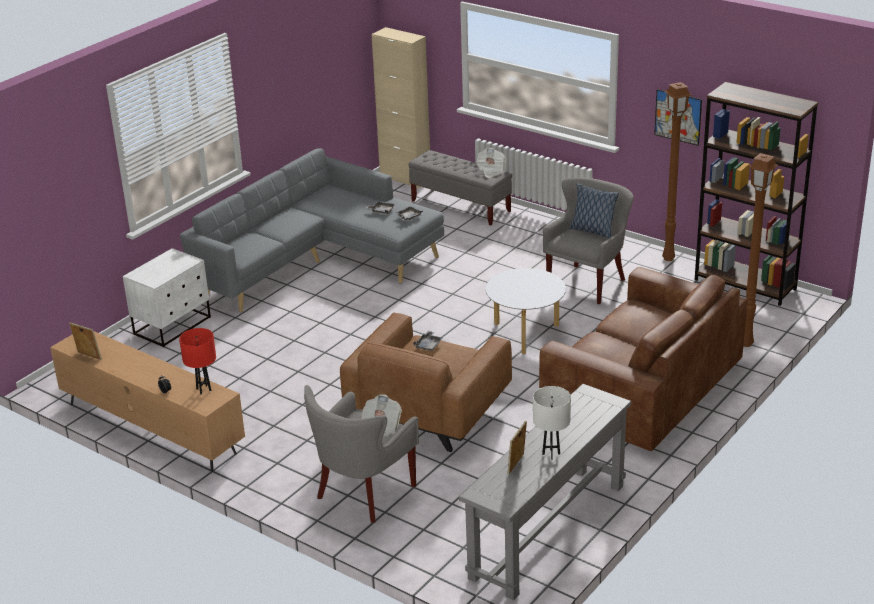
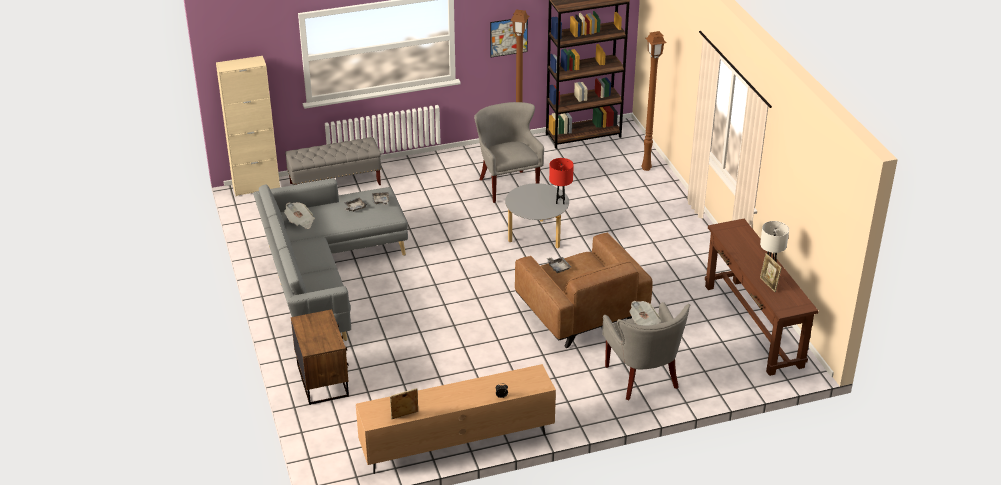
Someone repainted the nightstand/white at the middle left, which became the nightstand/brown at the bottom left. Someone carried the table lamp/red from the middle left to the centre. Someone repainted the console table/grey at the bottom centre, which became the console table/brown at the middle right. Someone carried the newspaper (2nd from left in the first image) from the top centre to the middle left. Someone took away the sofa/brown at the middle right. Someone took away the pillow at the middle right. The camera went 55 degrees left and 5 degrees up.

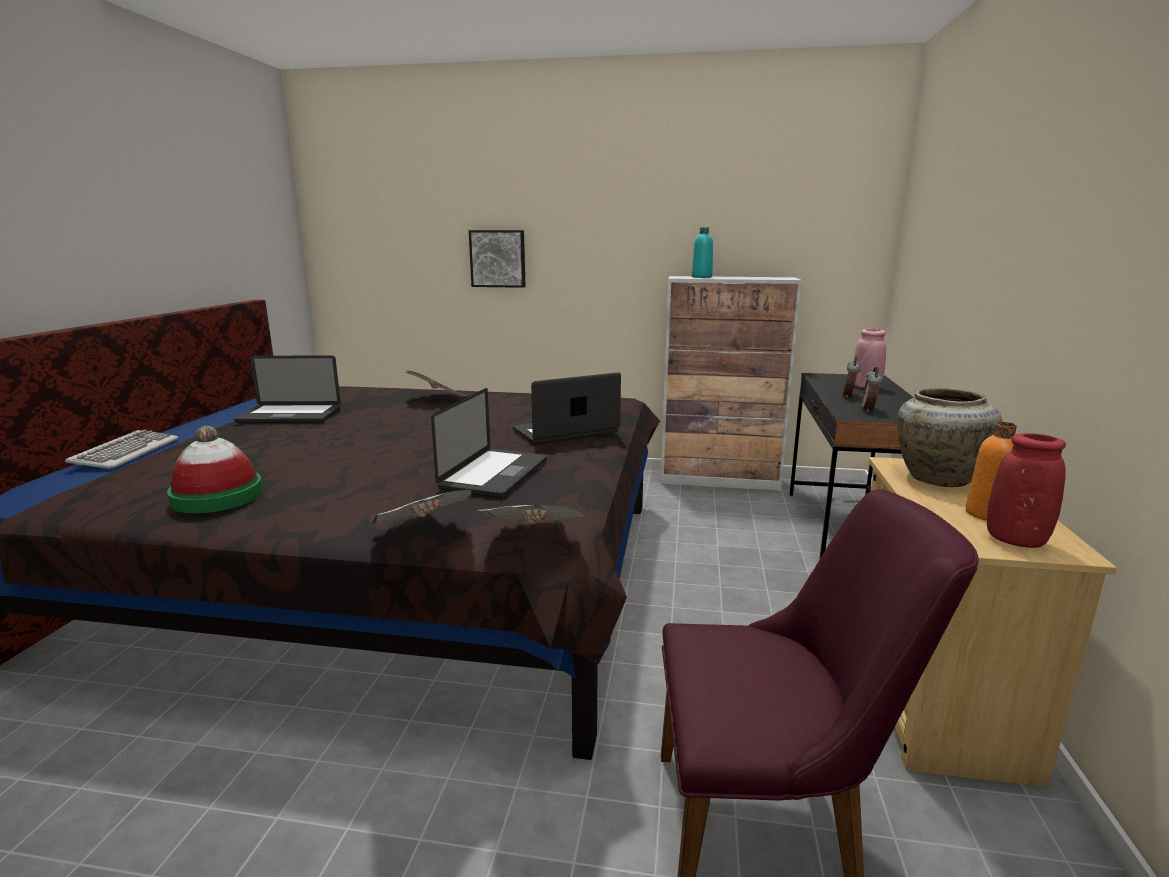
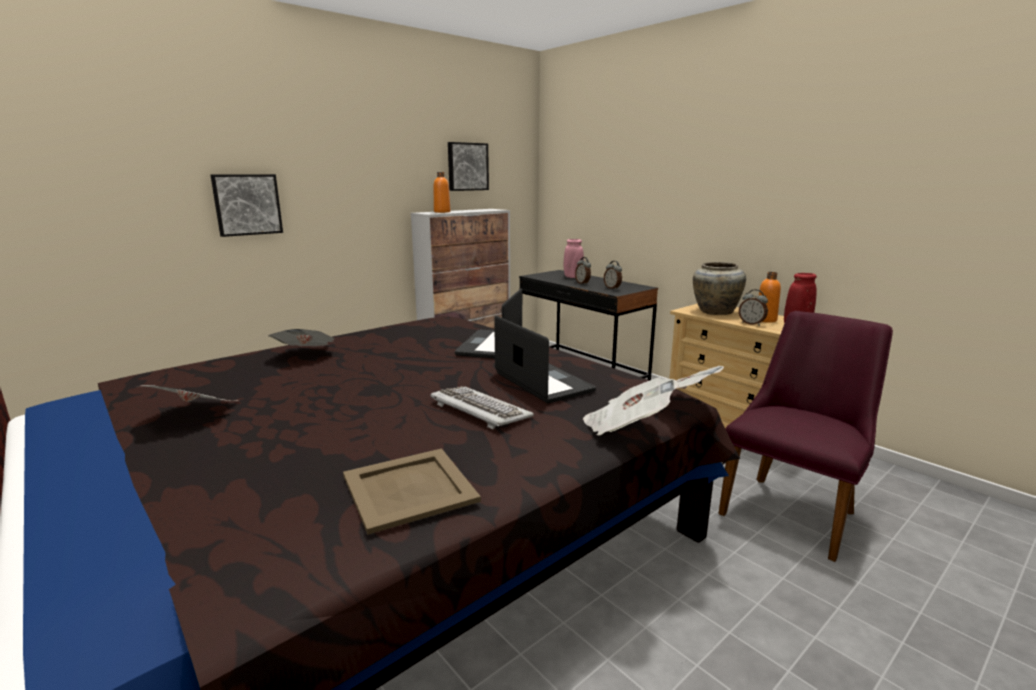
Someone carried the keyboard from the middle left to the centre. Someone swapped the hat at the middle left for the tray/beige at the bottom centre. Someone swapped the laptop (1st from left) at the middle left for the newspaper (1st from left) at the middle left. Someone repainted the bottle/turquoise at the top centre, which became the bottle/orange (1st from left) at the top centre. Someone put up the picture (2nd from left) at the top centre. Someone put down the alarm clock (3rd from left) at the middle right. The camera went 50 degrees left and 0 degrees up.

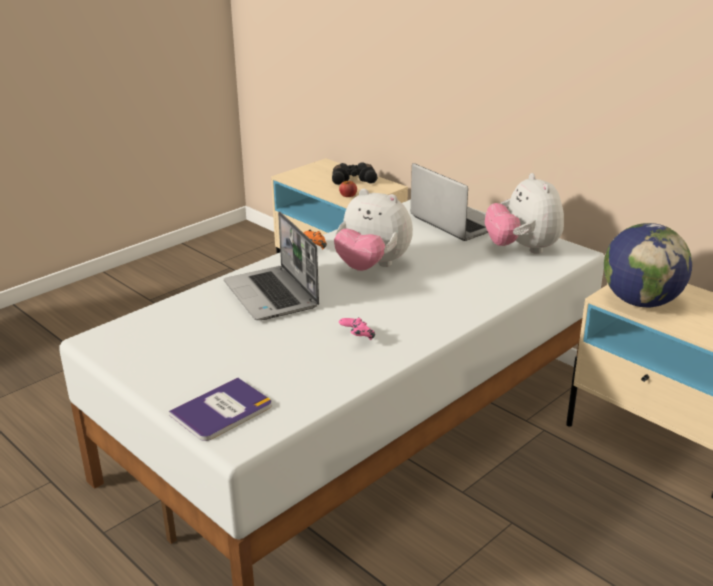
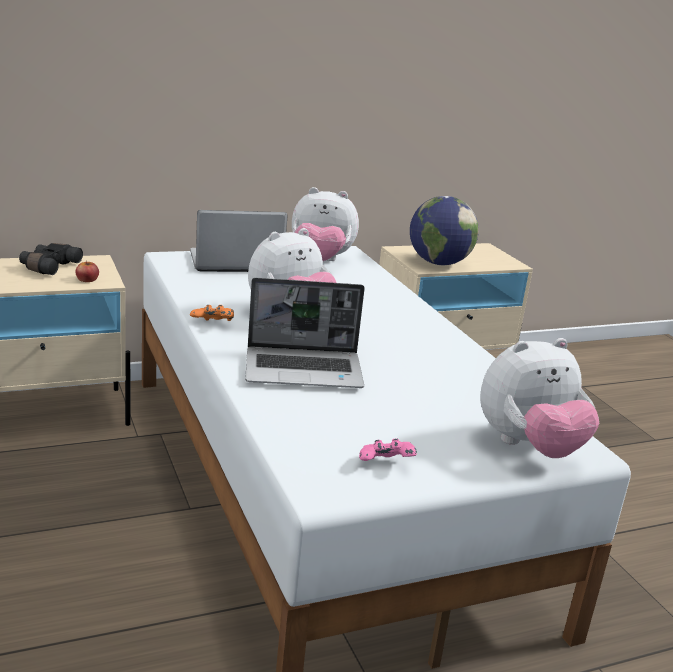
Someone swapped the book at the bottom left for the plush toy (3rd from left) at the middle right. Someone carried the game controller/pink from the centre to the bottom centre. The camera went 70 degrees left and 5 degrees down.

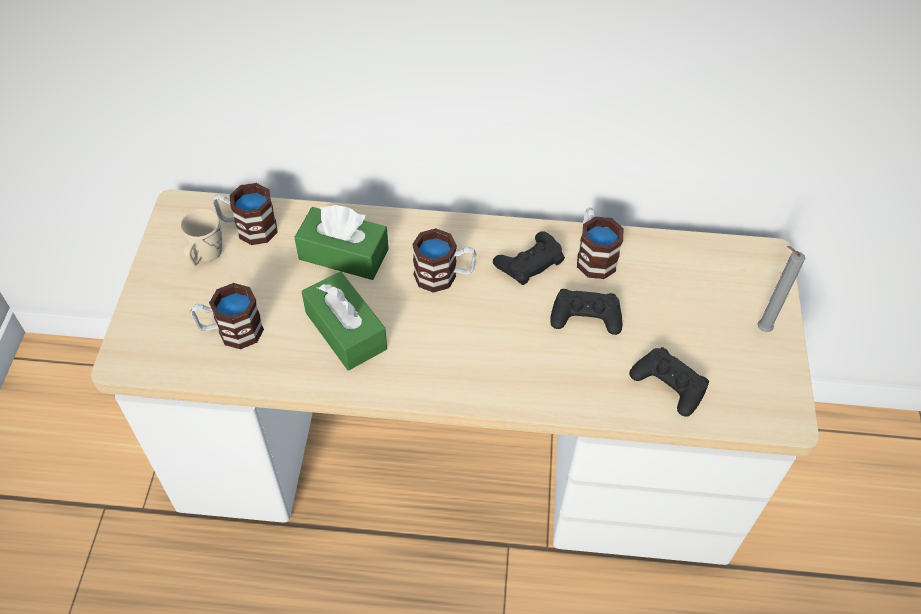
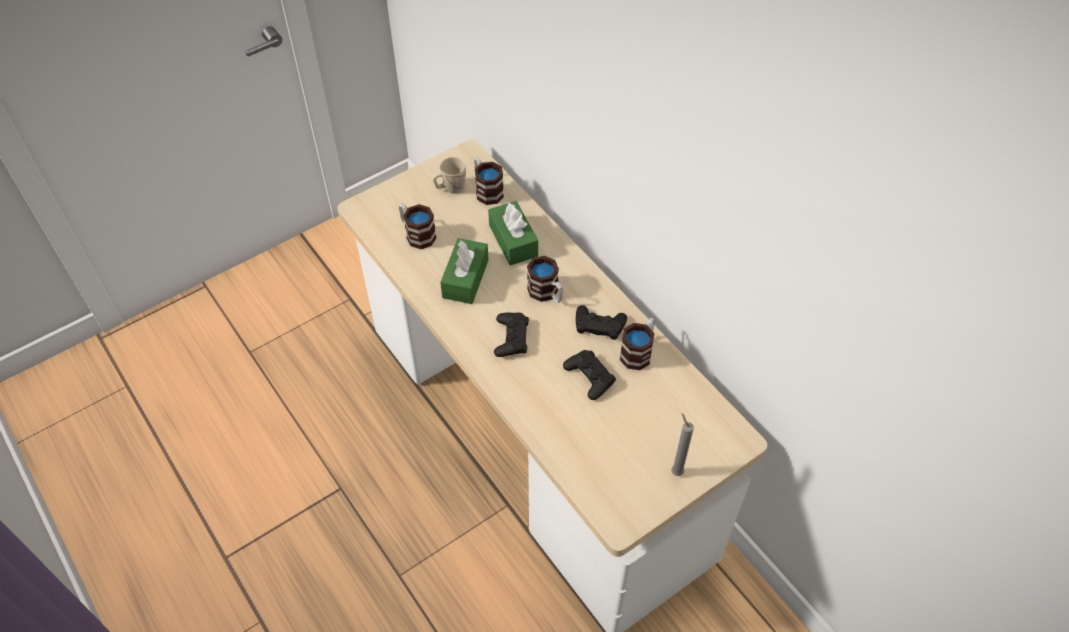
Someone carried the game controller/black (3rd from left in the first image) from the middle right to the centre. The camera went 50 degrees right and 0 degrees up.

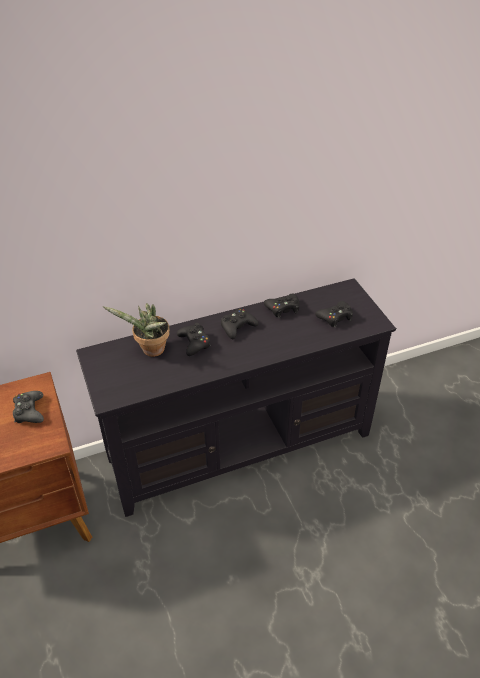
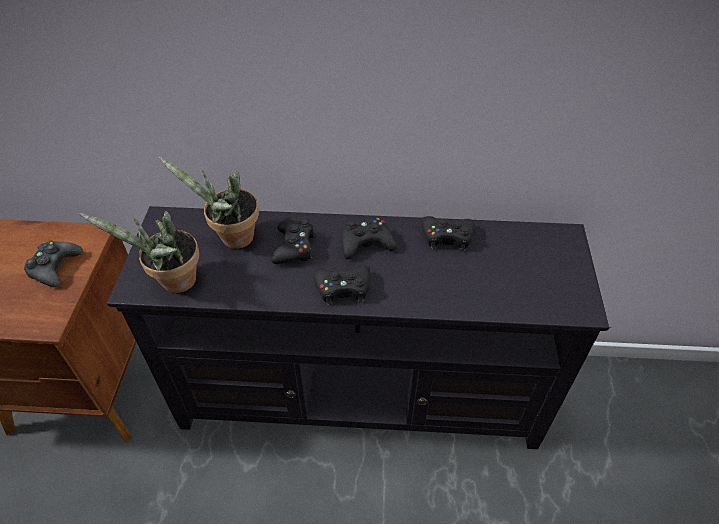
Someone carried the game controller/black (5th from left in the first image) from the middle right to the centre. Someone put down the potted plant (1st from left) at the middle left. The camera went 25 degrees right and 5 degrees up.

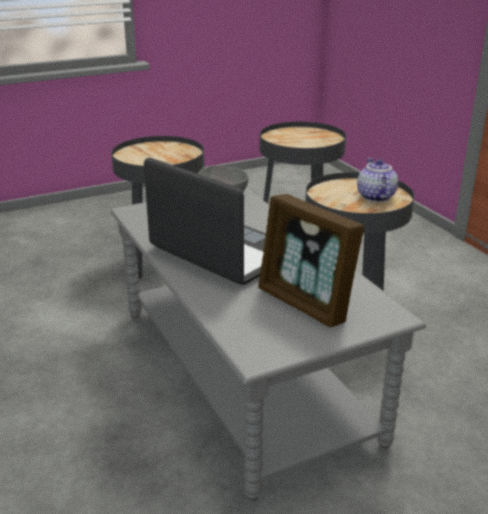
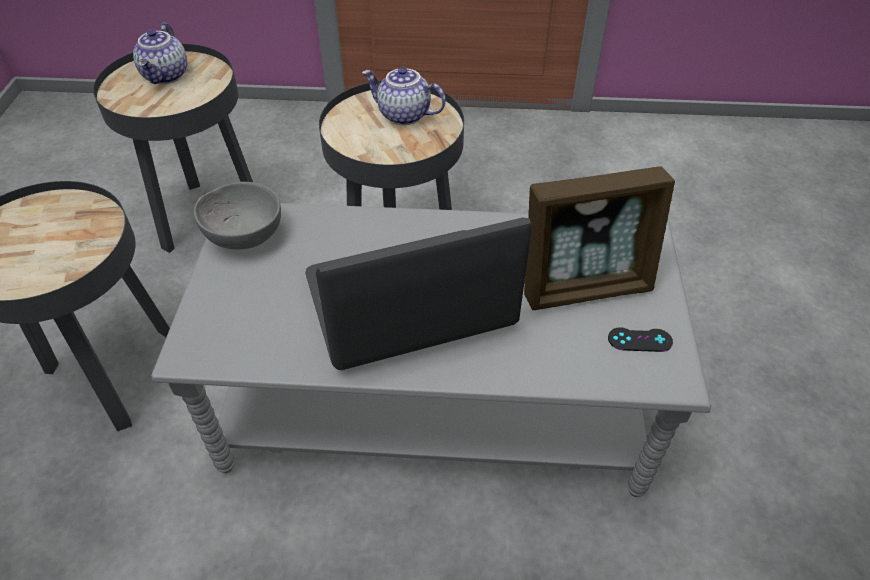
Someone put down the teapot (1st from left) at the top left. Someone put down the game controller/black at the middle right. The camera went 60 degrees left and 20 degrees up.

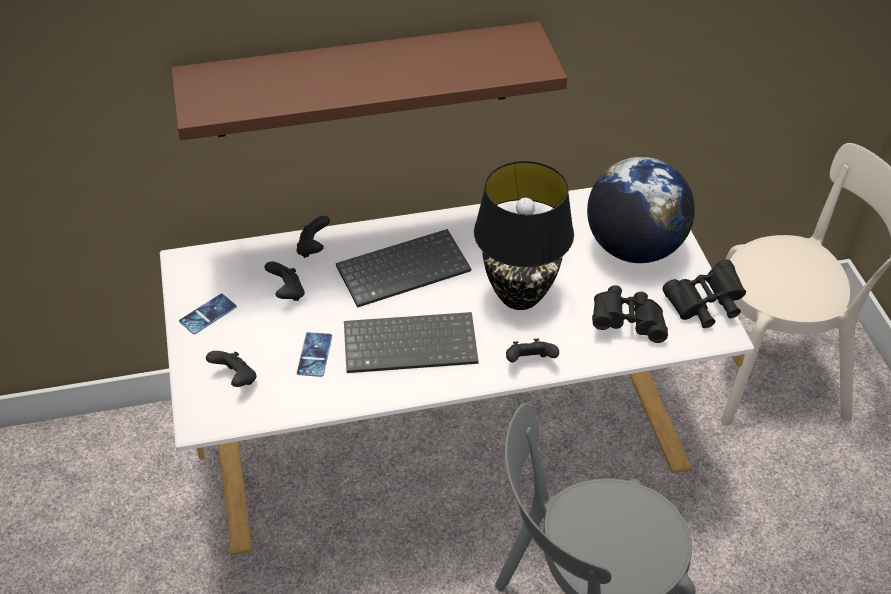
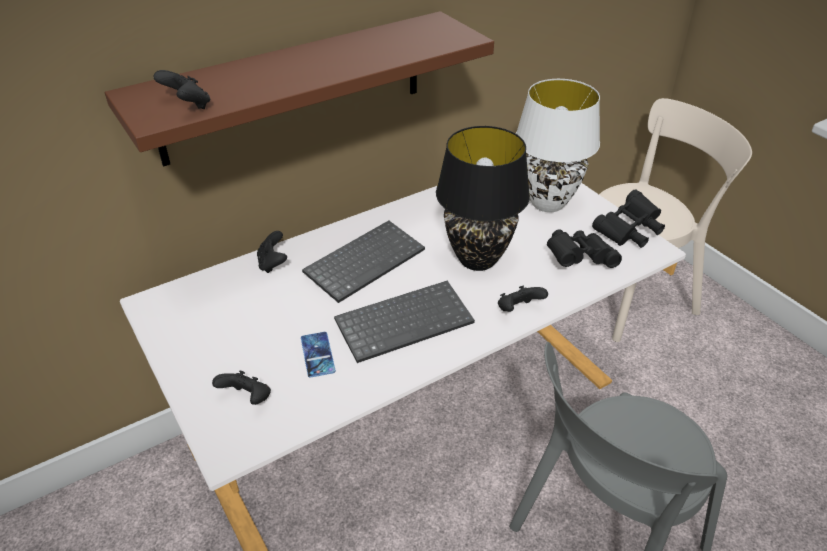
Someone took away the phone (1st from left) at the middle left. Someone carried the game controller/black (2nd from left in the first image) from the middle left to the top left. Someone swapped the globe at the middle right for the table lamp/white at the top right. The camera went 20 degrees left and 5 degrees down.

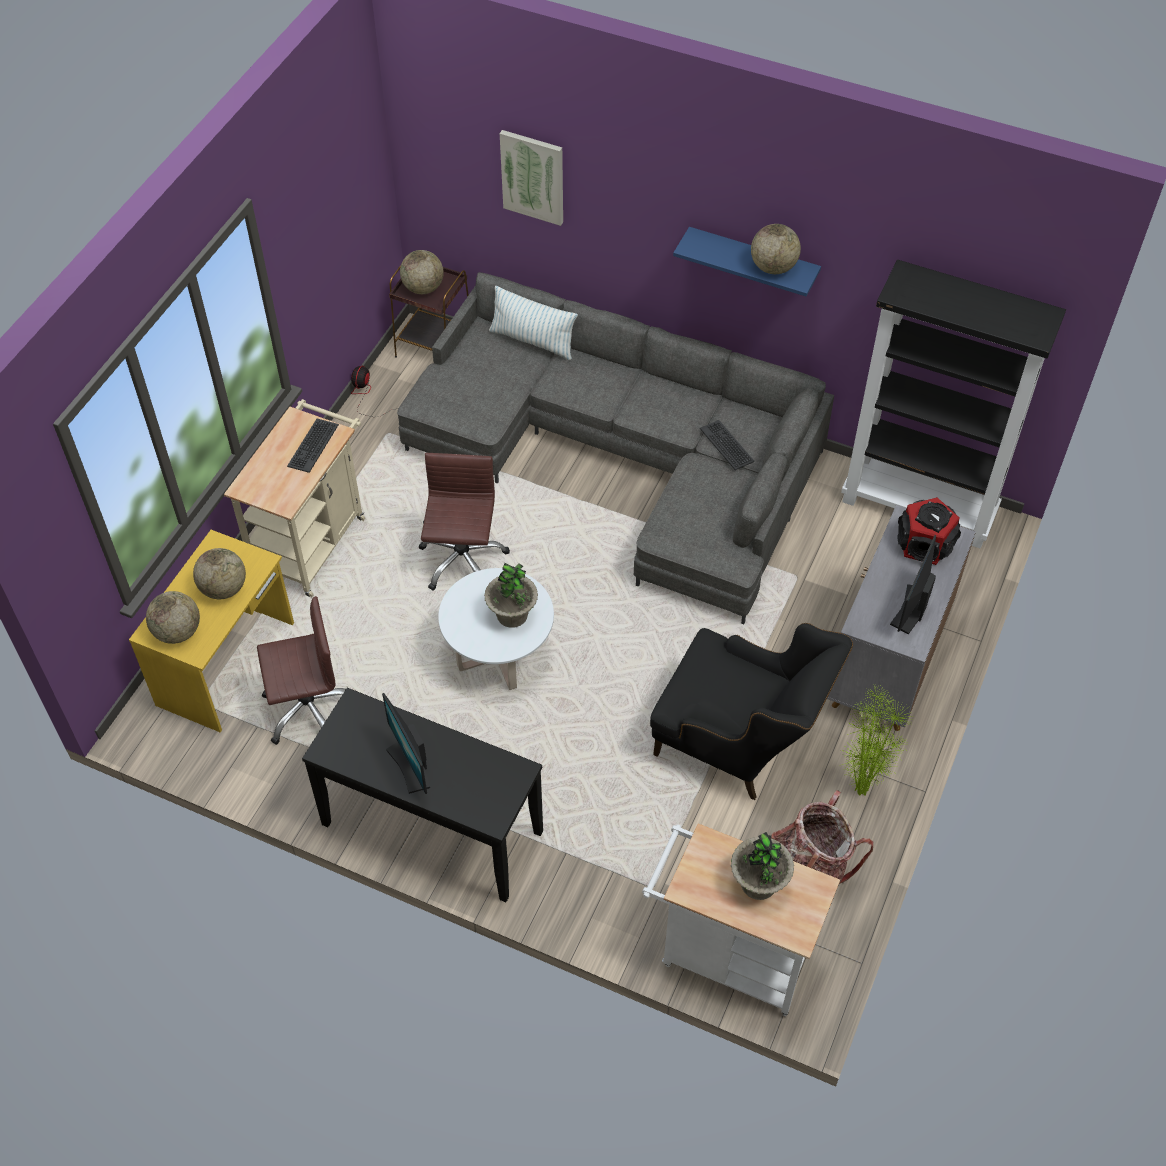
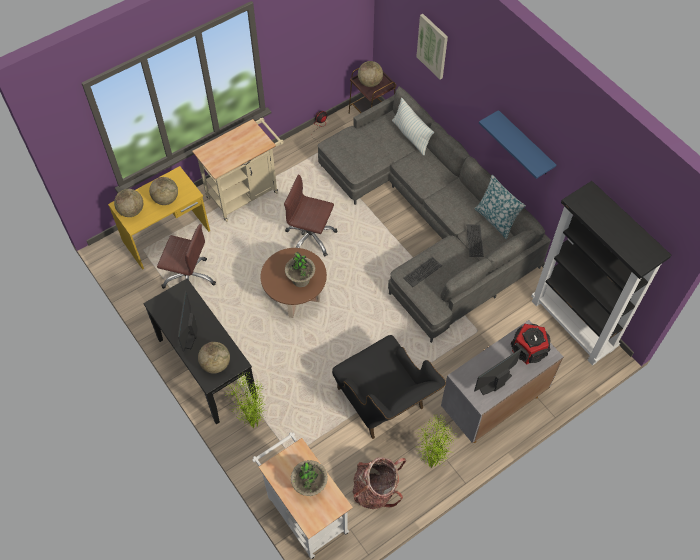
Someone carried the keyboard (1st from left) from the middle left to the centre. Someone rotated the office chair/brown (2nd from left) at the centre by 105 degrees counterclockwise. Someone repainted the coffee table/white at the centre, which became the coffee table/brown at the centre. Someone carried the globe (4th from left in the first image) from the top centre to the middle left. Someone put down the potted plant (1st from left) at the bottom centre. Someone put down the pillow (2nd from left) at the middle right. The camera went 30 degrees right and 5 degrees up.

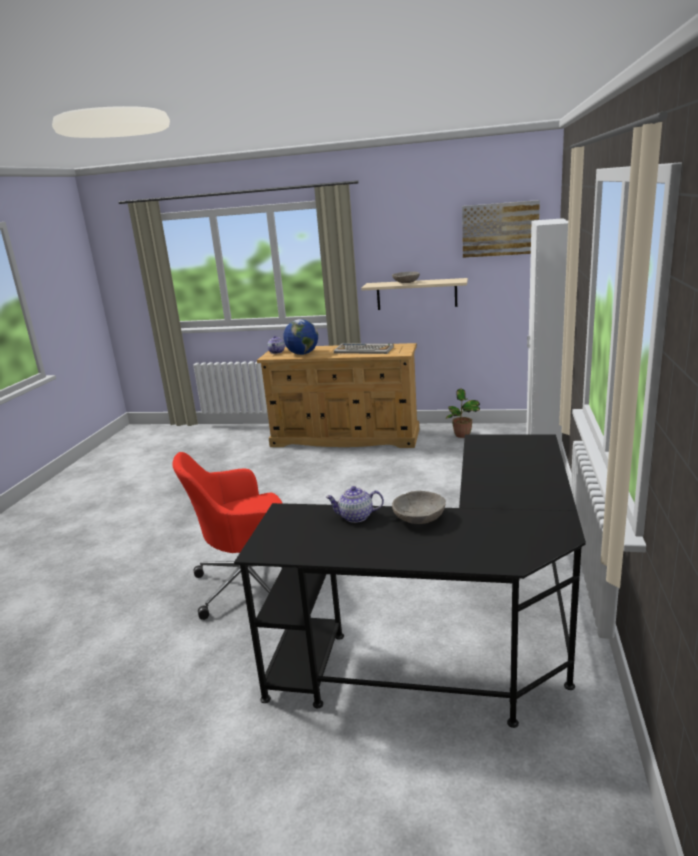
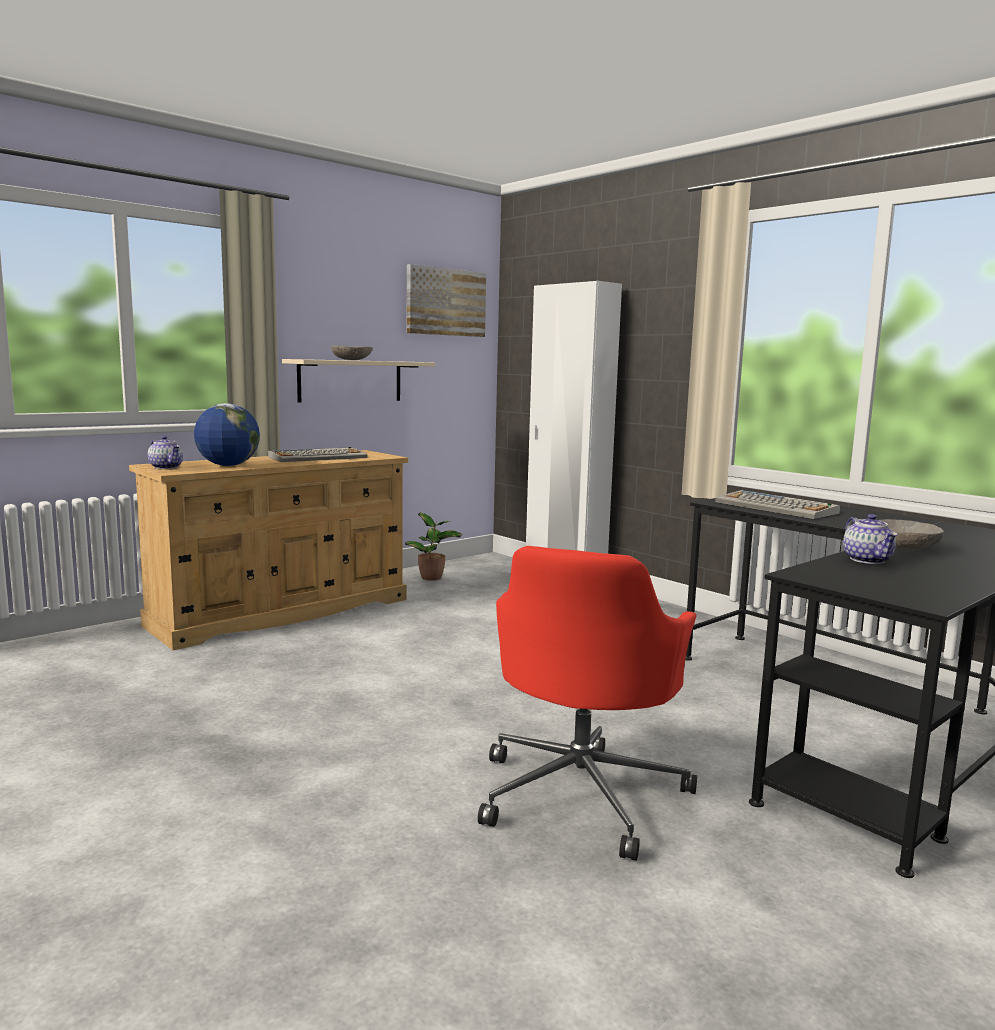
Someone rotated the teapot (2nd from left) at the centre by 45 degrees counterclockwise. Someone put down the keyboard (2nd from left) at the middle right. The camera went 55 degrees left and 10 degrees down.

